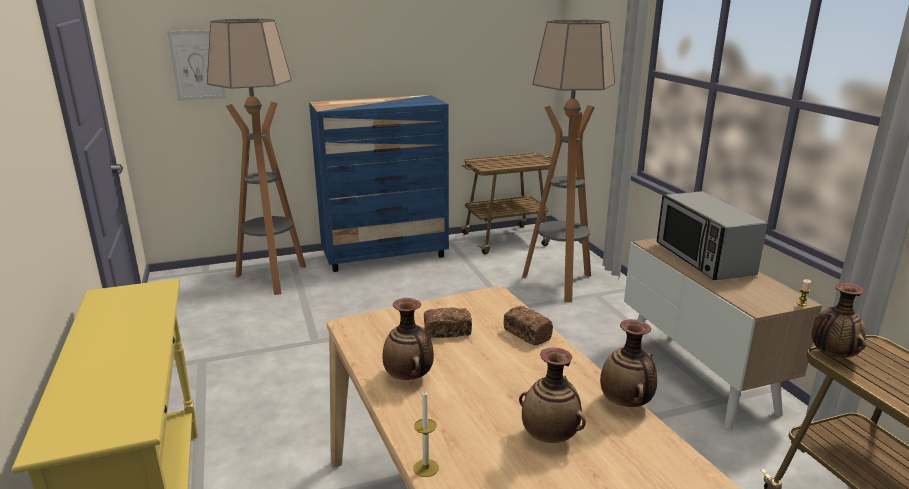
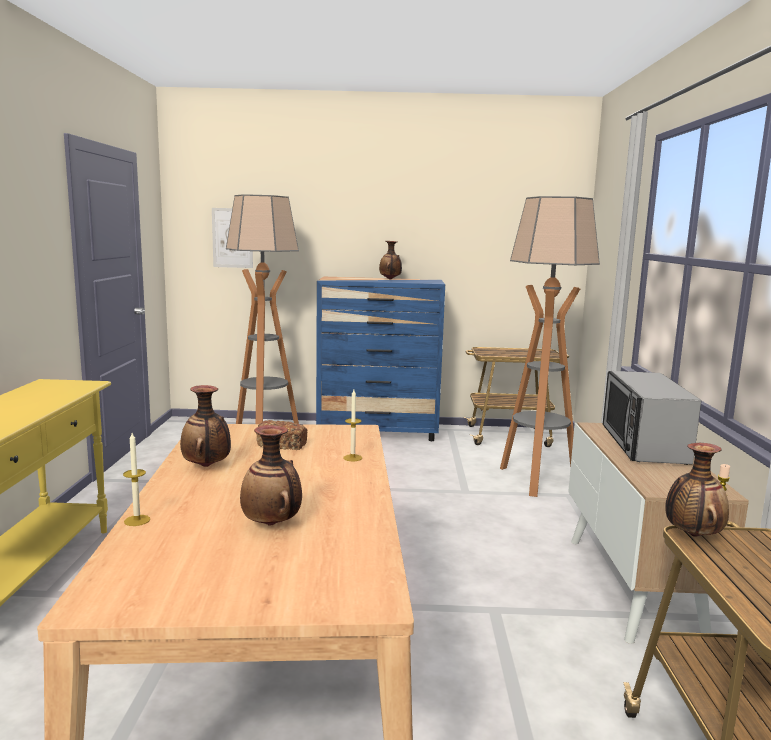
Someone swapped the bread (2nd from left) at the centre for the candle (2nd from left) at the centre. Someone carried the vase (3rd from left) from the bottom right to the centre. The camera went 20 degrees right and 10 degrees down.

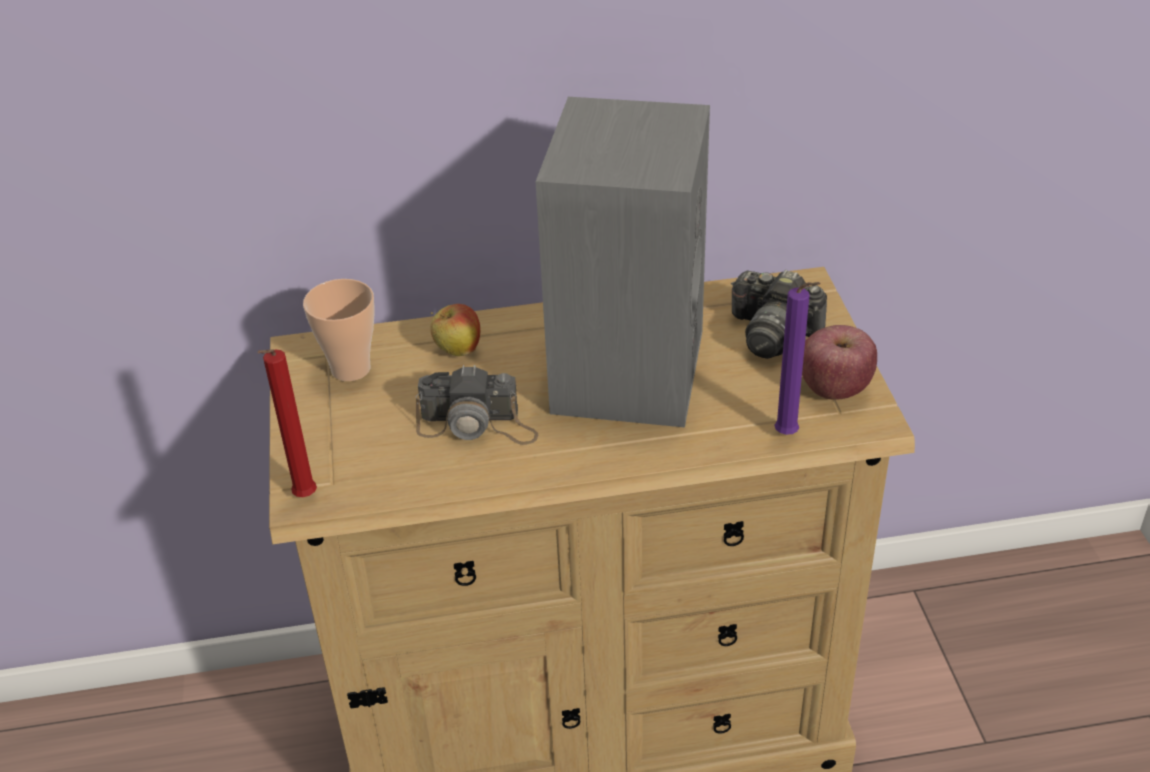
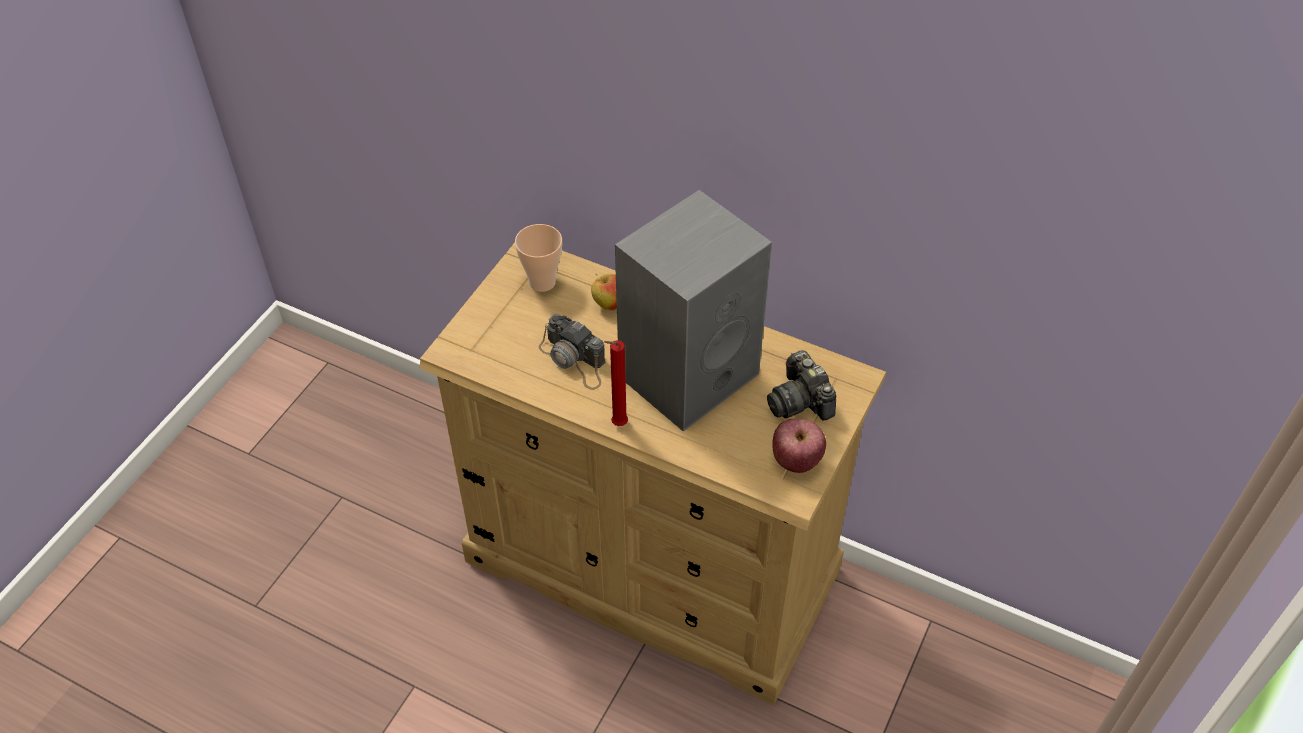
Someone carried the candle/red from the middle left to the centre. Someone took away the candle/purple at the middle right. The camera went 35 degrees right and 10 degrees up.

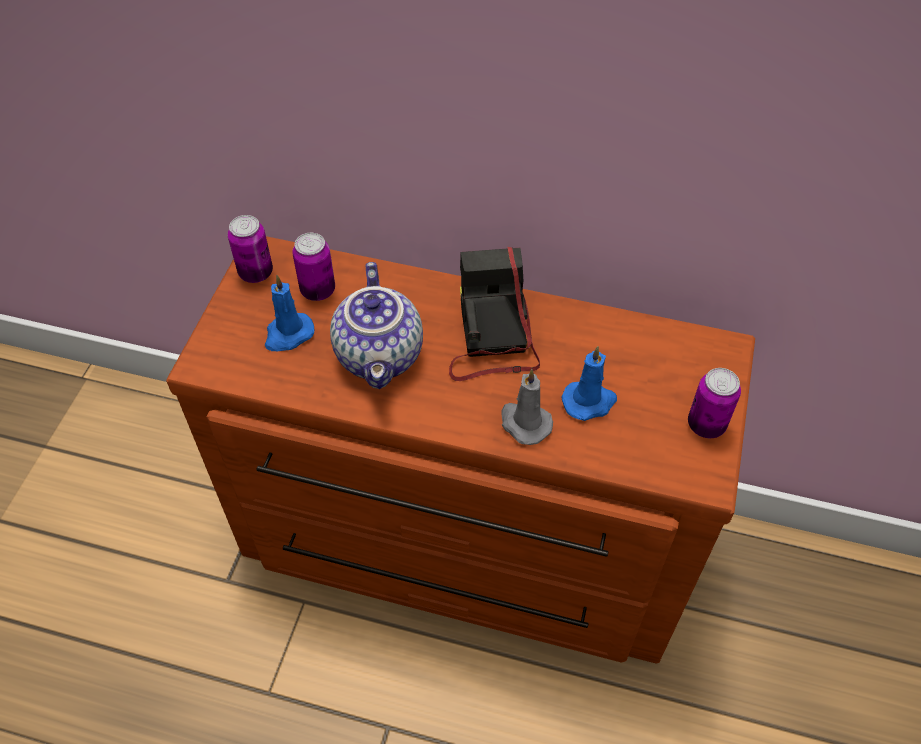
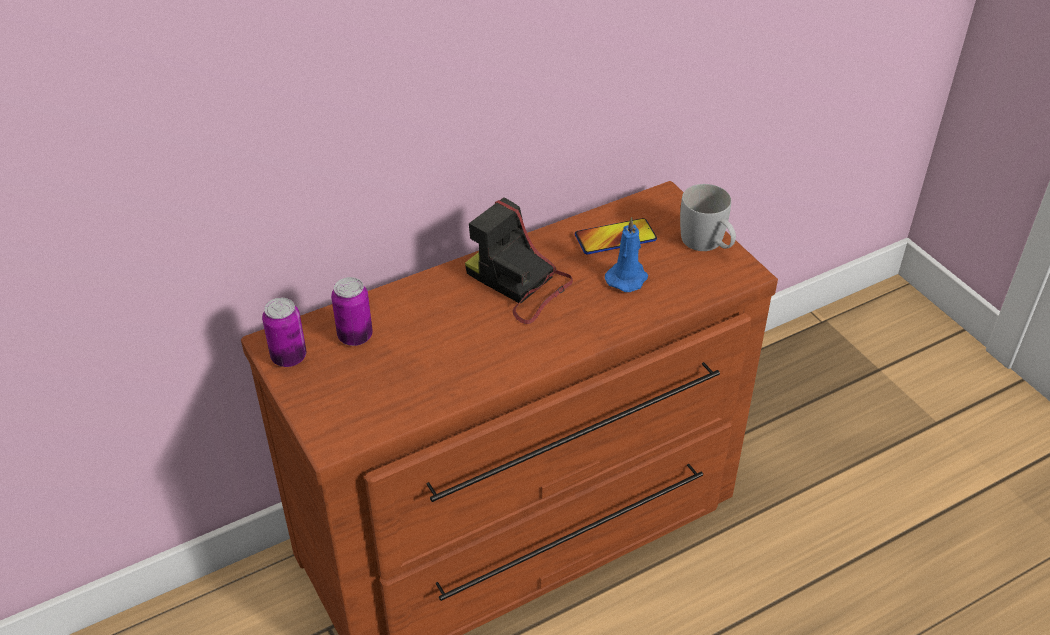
Someone took away the candle/blue (1st from left) at the middle left. Someone took away the teapot at the centre. Someone took away the candle/grey at the centre. Someone swapped the can (3rd from left) at the middle right for the mug/white at the middle right. Someone put down the phone at the centre. The camera went 45 degrees left and 10 degrees down.

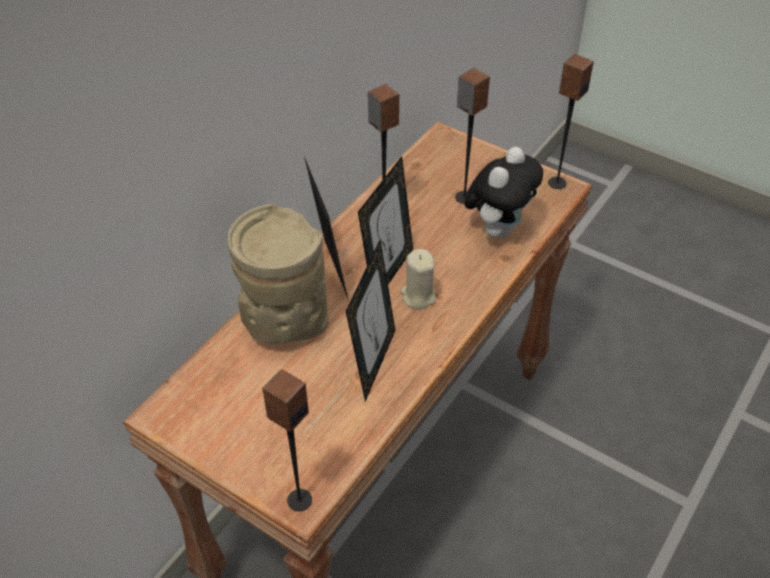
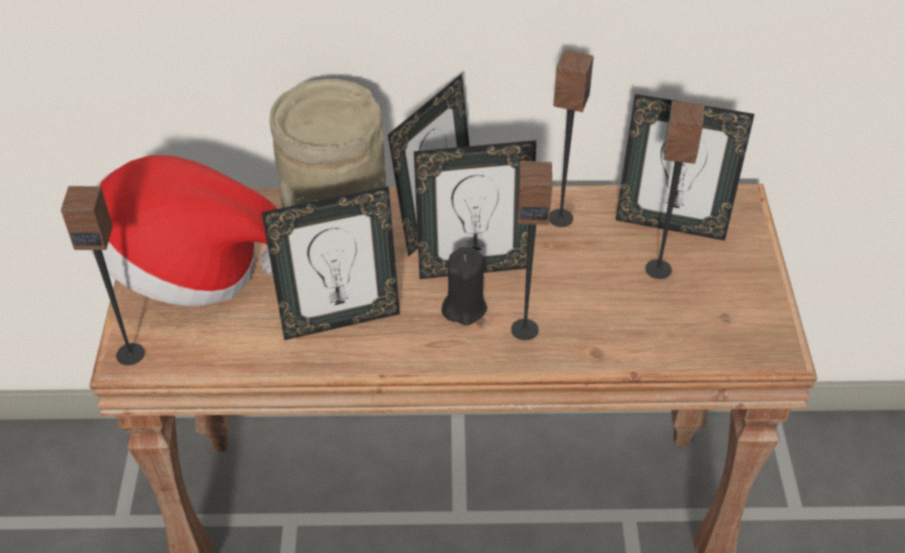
Someone repainted the candle/beige at the centre, which became the candle/black at the centre. Someone took away the plush toy at the top centre. Someone carried the speaker (4th from left in the first image) from the top right to the centre. Someone put down the hat at the middle left. Someone put down the picture frame (4th from left) at the top right. The camera went 55 degrees right and 0 degrees up.

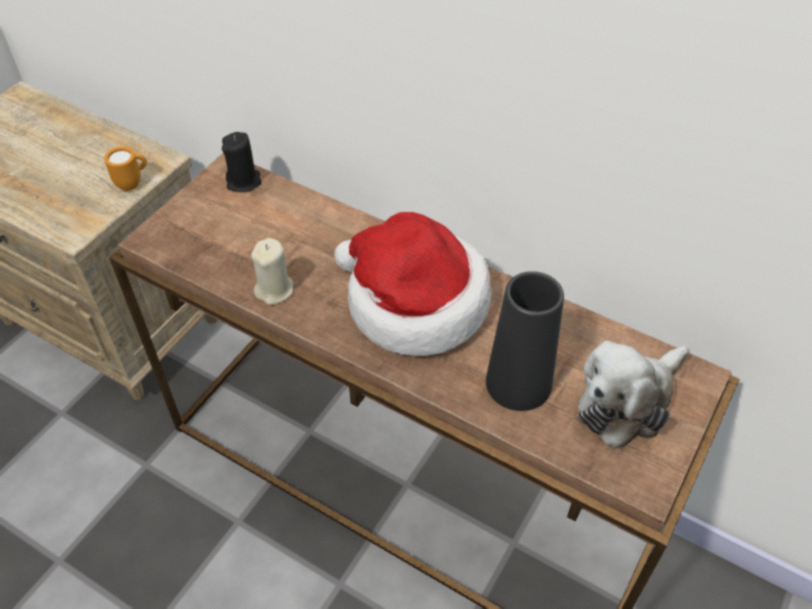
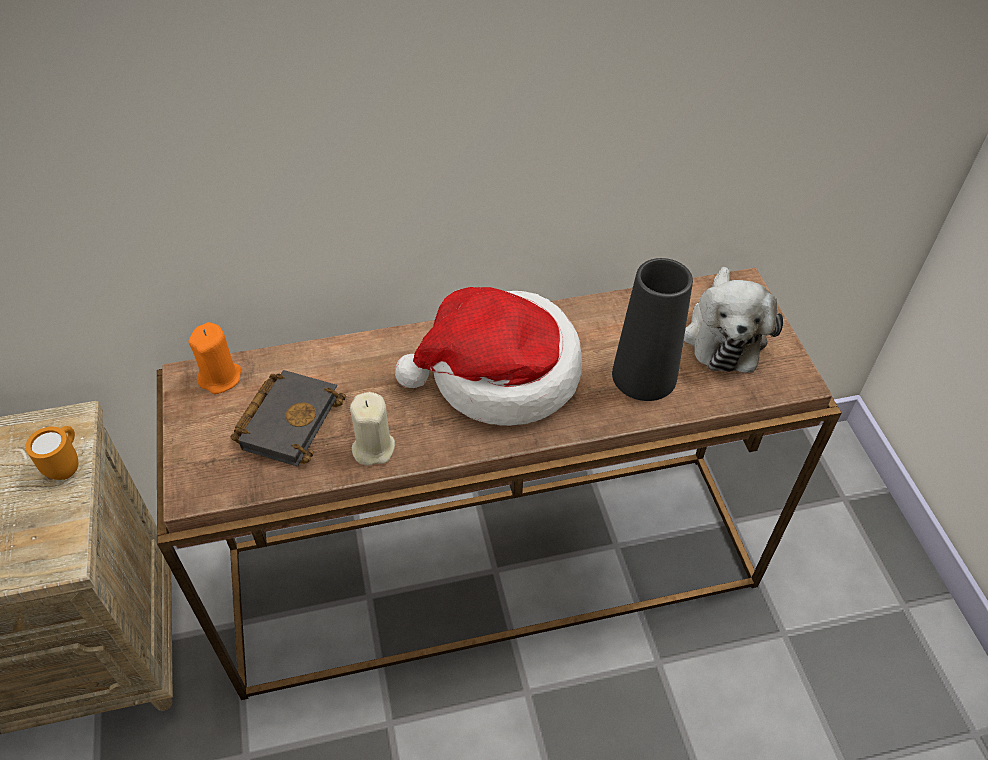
Someone repainted the candle/black at the top left, which became the candle/orange at the middle left. Someone put down the book/black at the middle left. The camera went 45 degrees left and 0 degrees up.

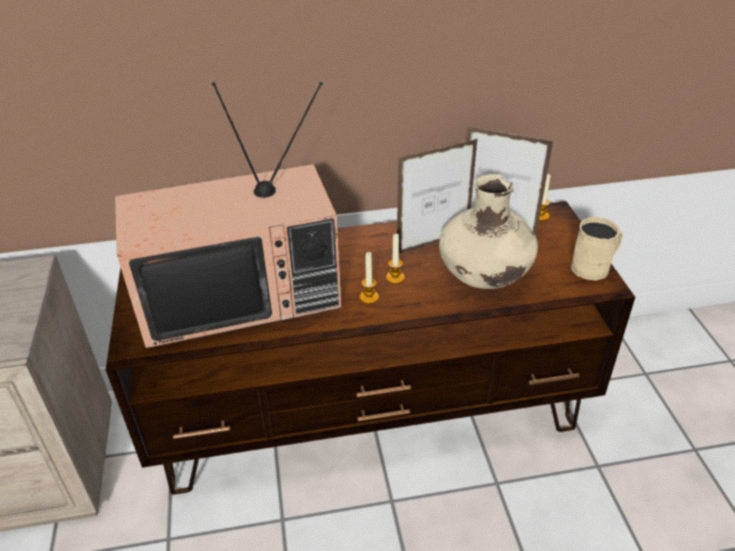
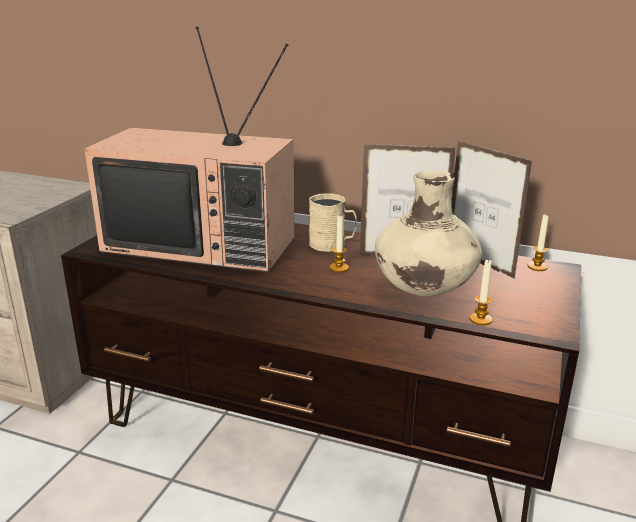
Someone carried the candle (1st from left in the first image) from the centre to the middle right. Someone carried the mug/beige from the middle right to the centre. The camera went 30 degrees right and 15 degrees down.

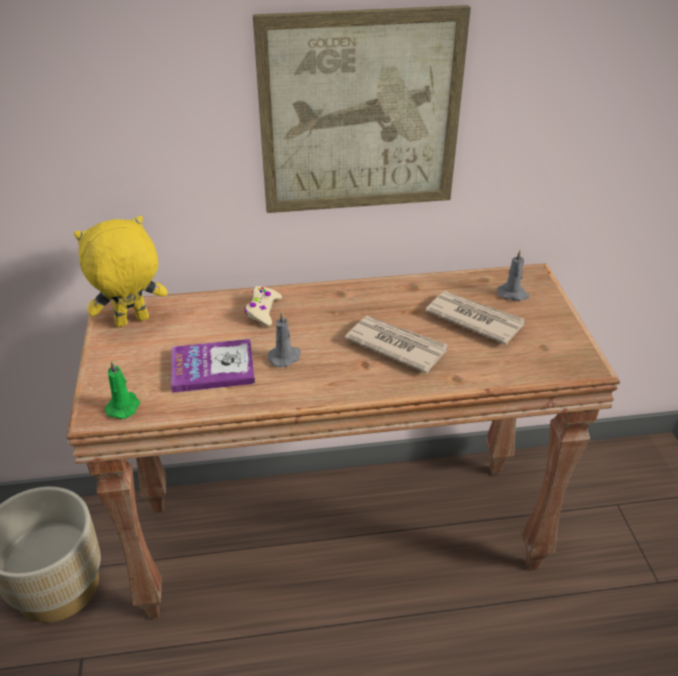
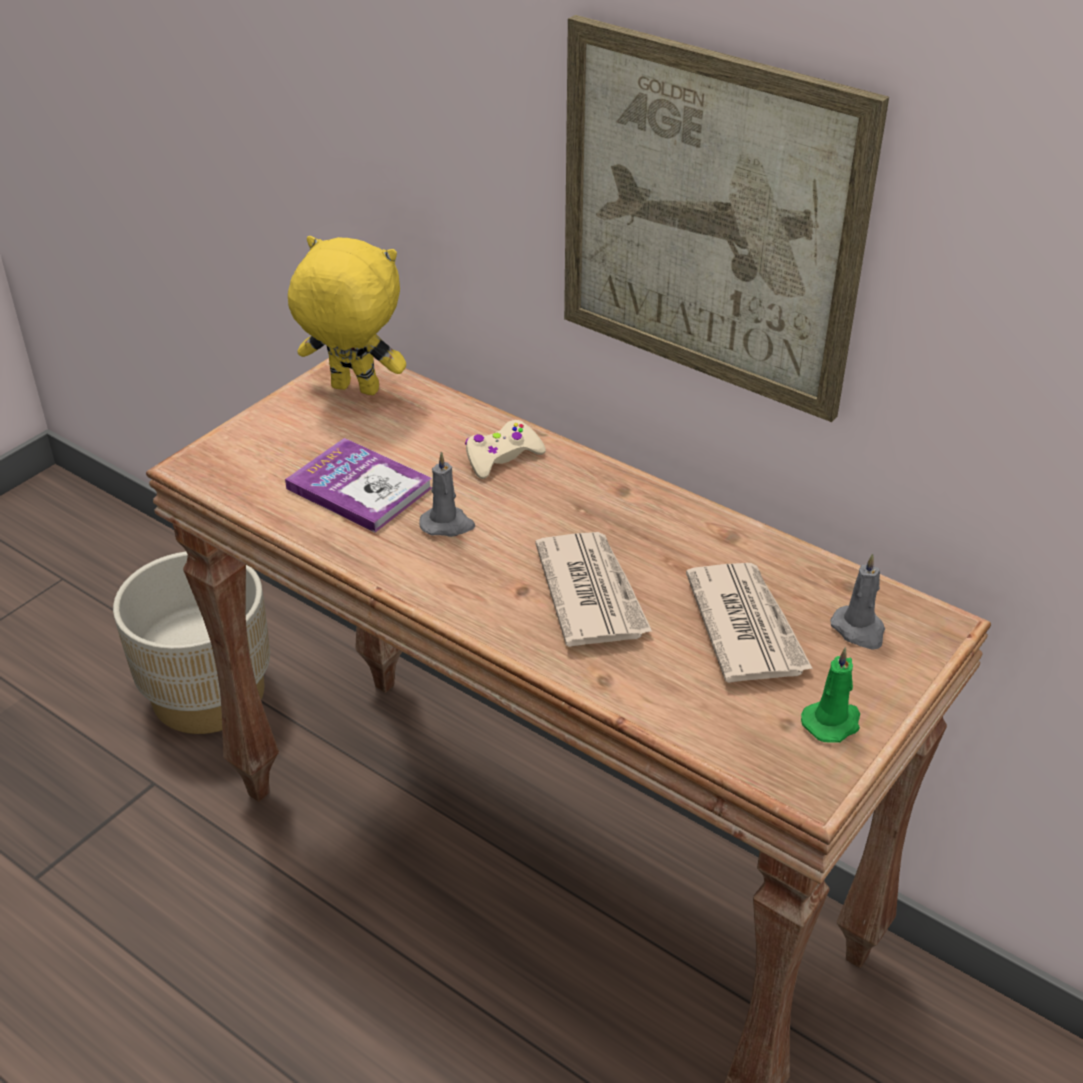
Someone carried the candle/green from the middle left to the middle right. The camera went 45 degrees right and 0 degrees up.

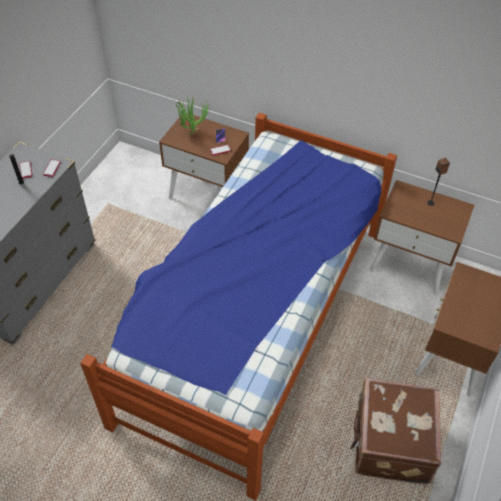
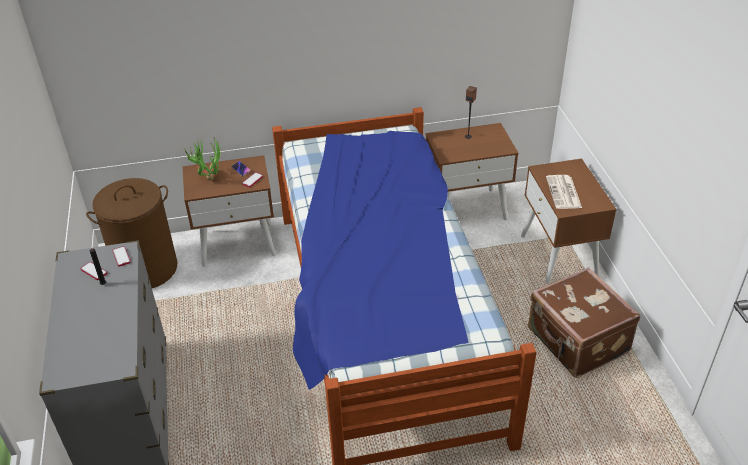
Someone put down the laundry basket/brown at the middle left. Someone put down the newspaper at the middle right. The camera went 35 degrees left and 10 degrees down.

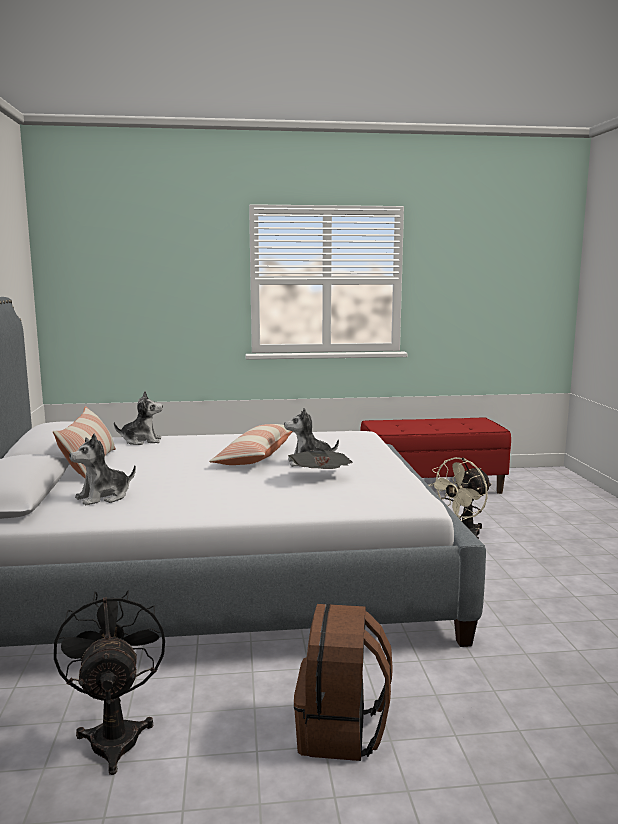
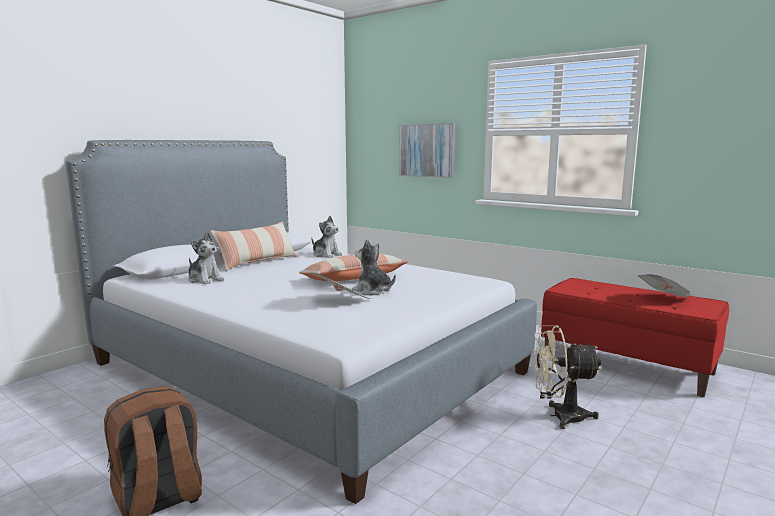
Someone took away the fan/black at the bottom left. Someone rotated the plush toy (1st from left) at the middle left by 150 degrees counterclockwise. Someone put up the picture at the top centre. Someone put down the newspaper (2nd from left) at the middle right. The camera went 45 degrees right and 0 degrees up.

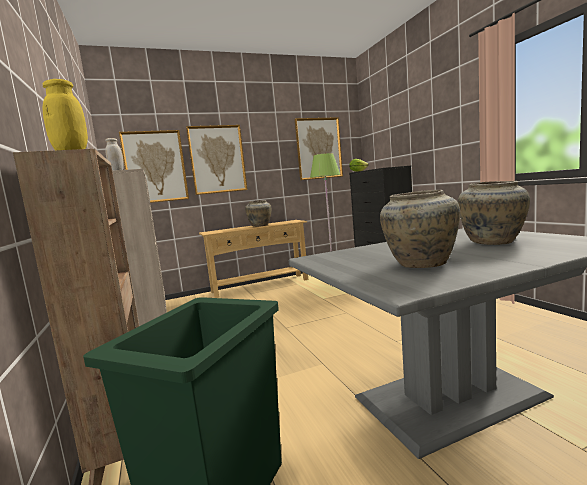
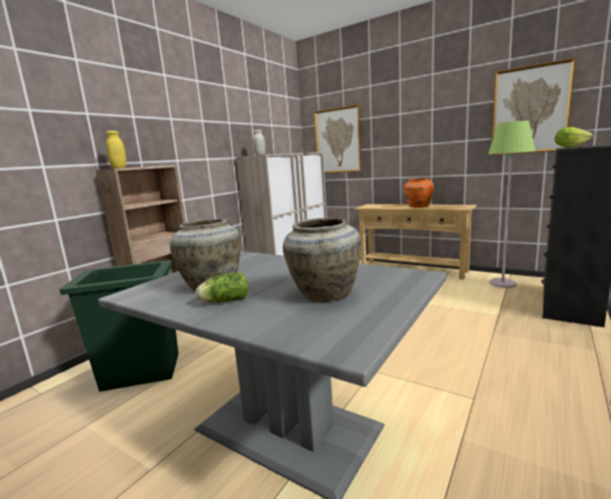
Someone took away the picture (2nd from left) at the top centre. Someone repainted the vase/beige (1st from left) at the centre, which became the vase/orange at the middle right. Someone put down the lettuce (1st from left) at the centre. The camera went 55 degrees right and 5 degrees up.

